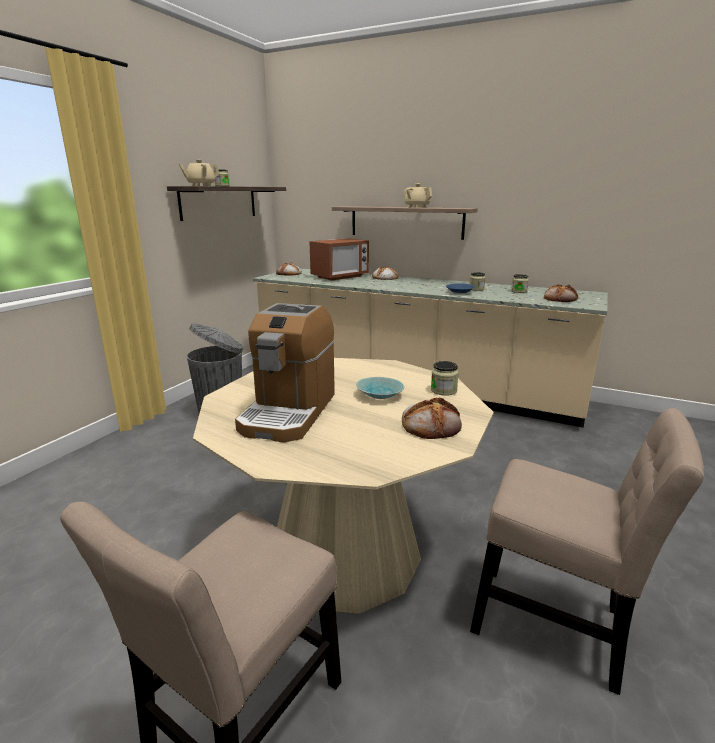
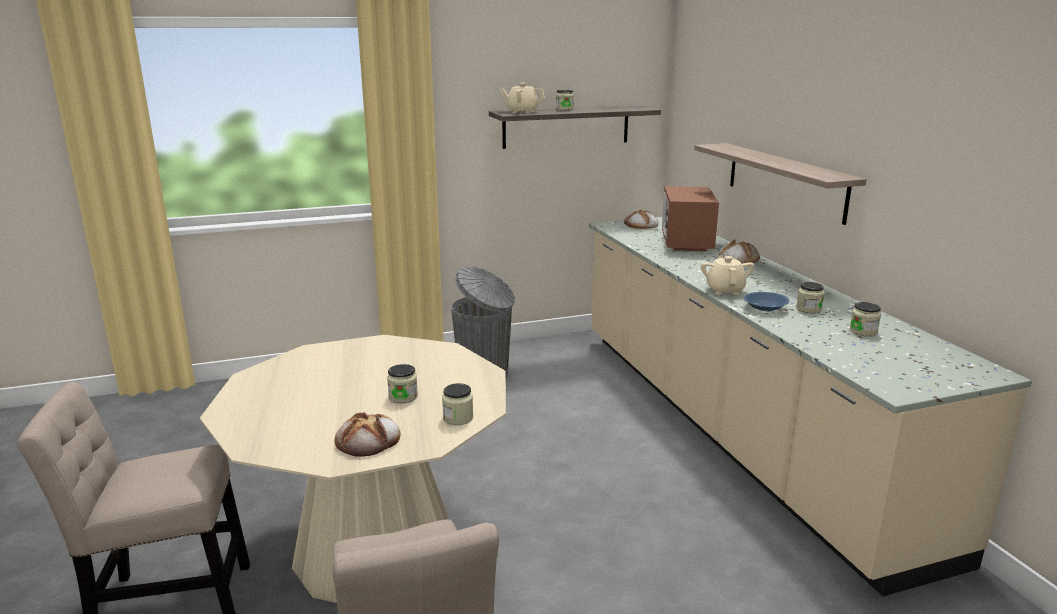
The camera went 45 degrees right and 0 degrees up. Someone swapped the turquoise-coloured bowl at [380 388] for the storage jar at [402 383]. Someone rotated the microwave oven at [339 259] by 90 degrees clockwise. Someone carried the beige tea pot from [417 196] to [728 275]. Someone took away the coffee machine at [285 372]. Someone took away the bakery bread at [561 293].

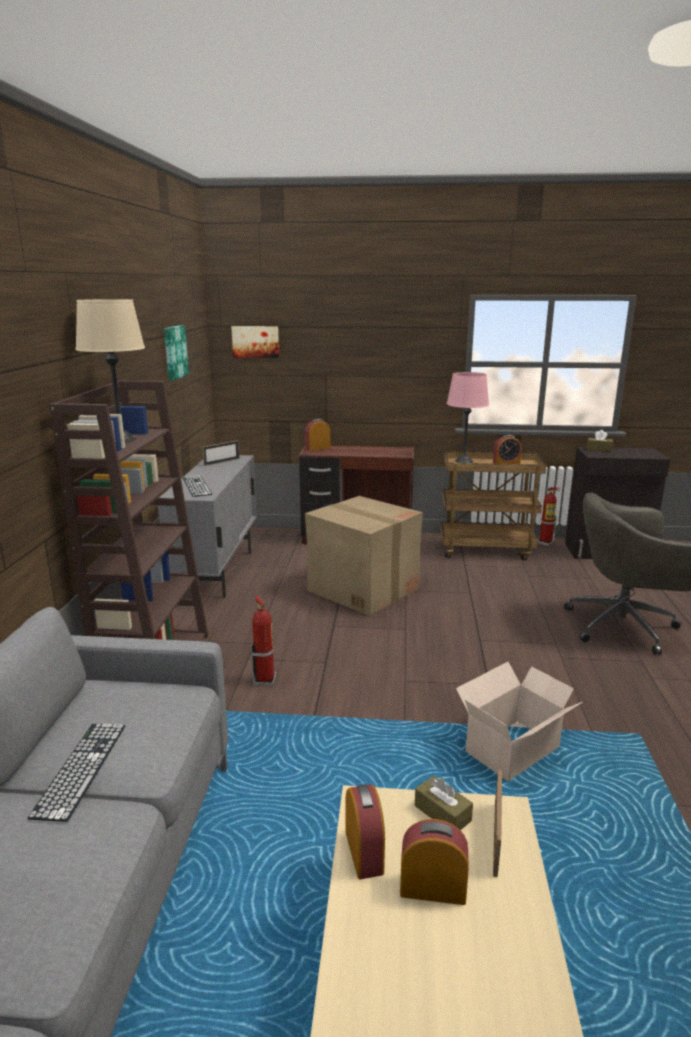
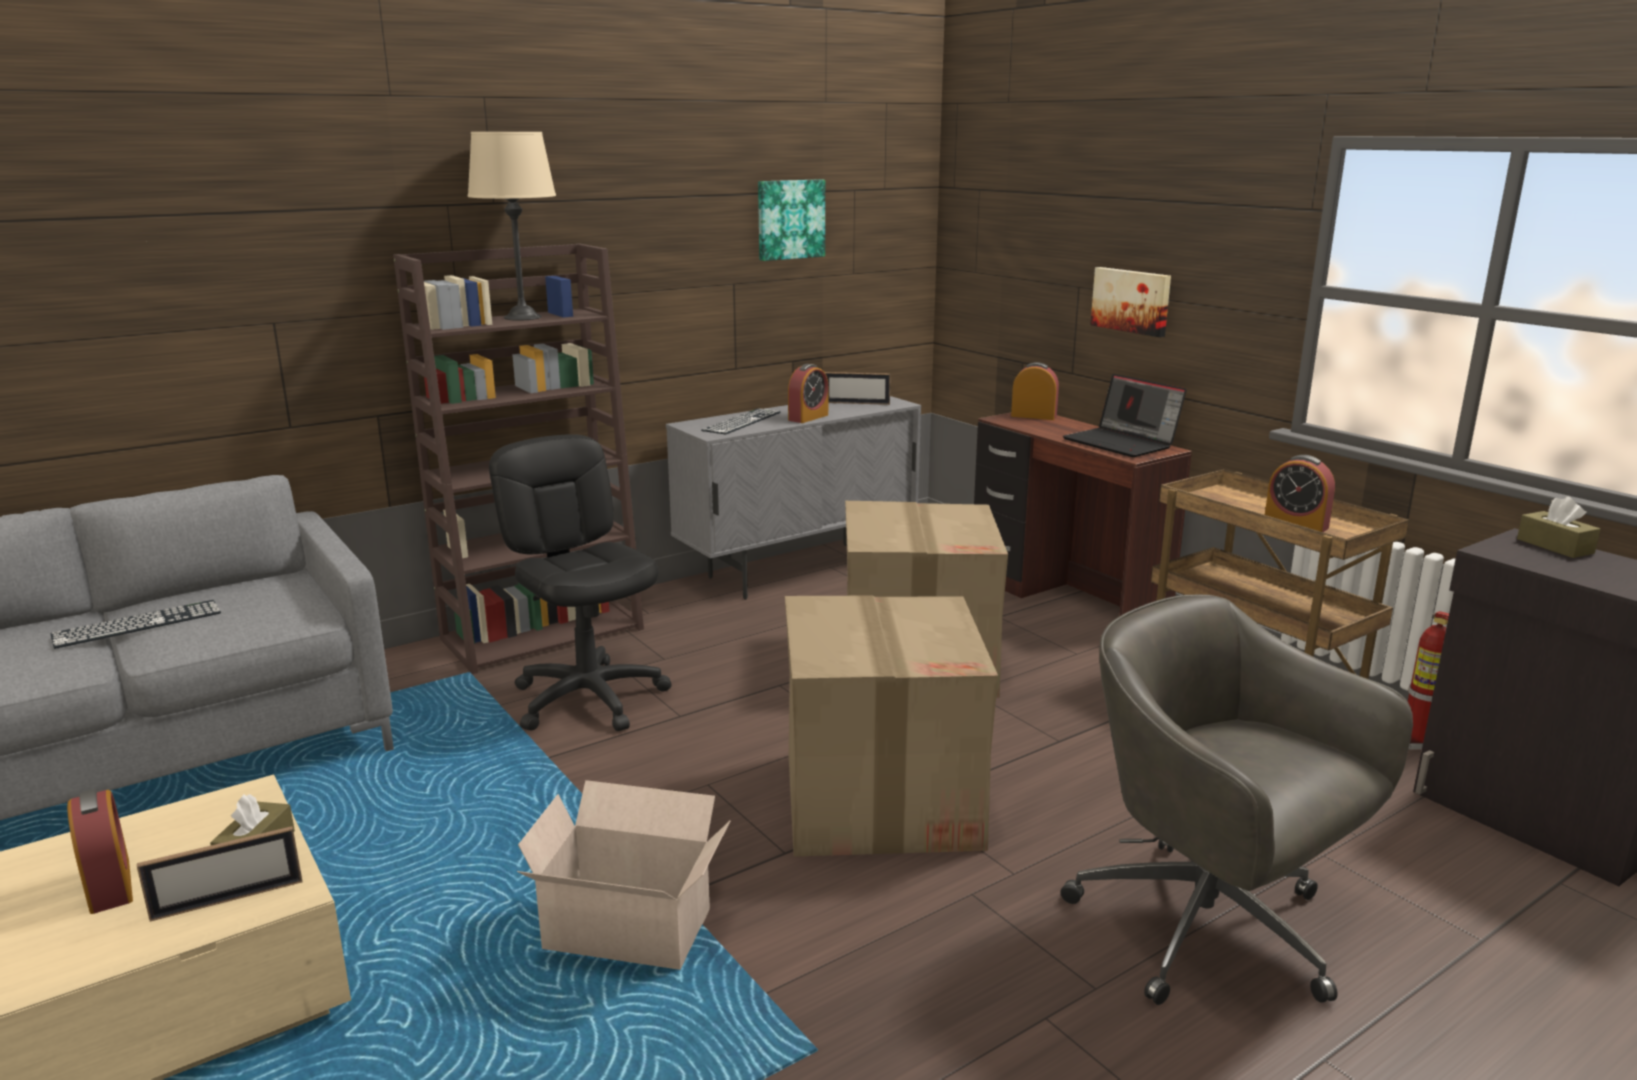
The camera went 50 degrees right and 0 degrees up. Someone swapped the fire extinguisher at [263 641] for the black office chair at [580 582]. Someone put down the packing box at [891 726]. Someone carried the table clock from [365 831] to [808 393]. Someone put down the portable computer at [1125 415]. Someone carried the picture from [255 342] to [1130 302]. Someone took away the pink-coloured tabletop lamp at [468 417].

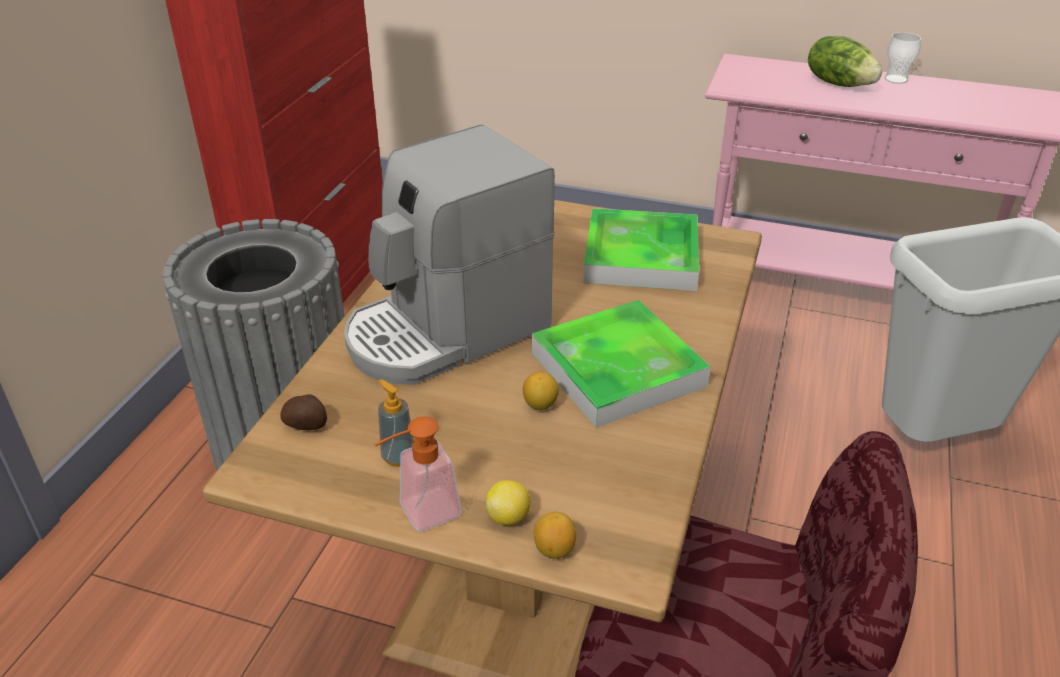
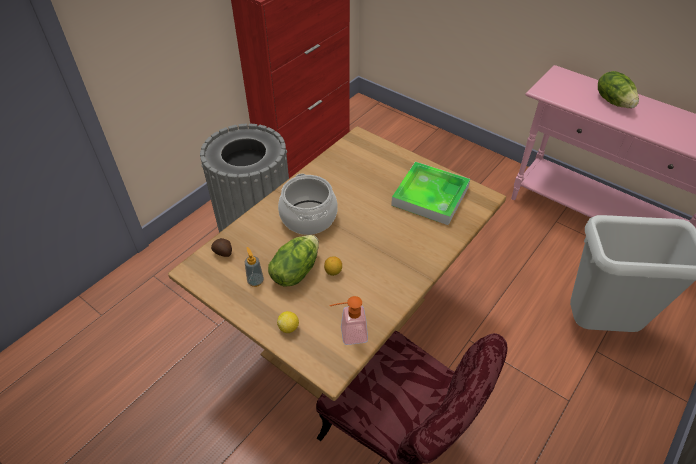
The camera went 20 degrees right and 10 degrees up. Someone put down the lettuce at [293 261]. Someone swapped the coffee machine at [449 255] for the saucepot at [308 204]. Someone carried the soap dispenser from [417 474] to [348 320]. Someone took away the tray at [621 364]. Someone took away the lemon at [555 535]. Someone took away the cup at [903 58].

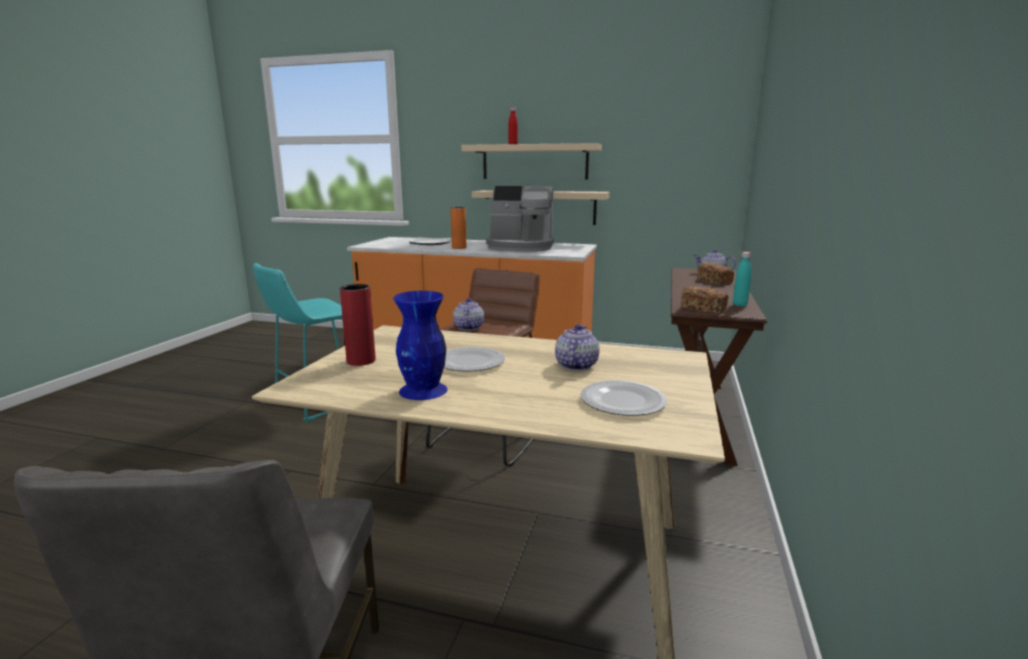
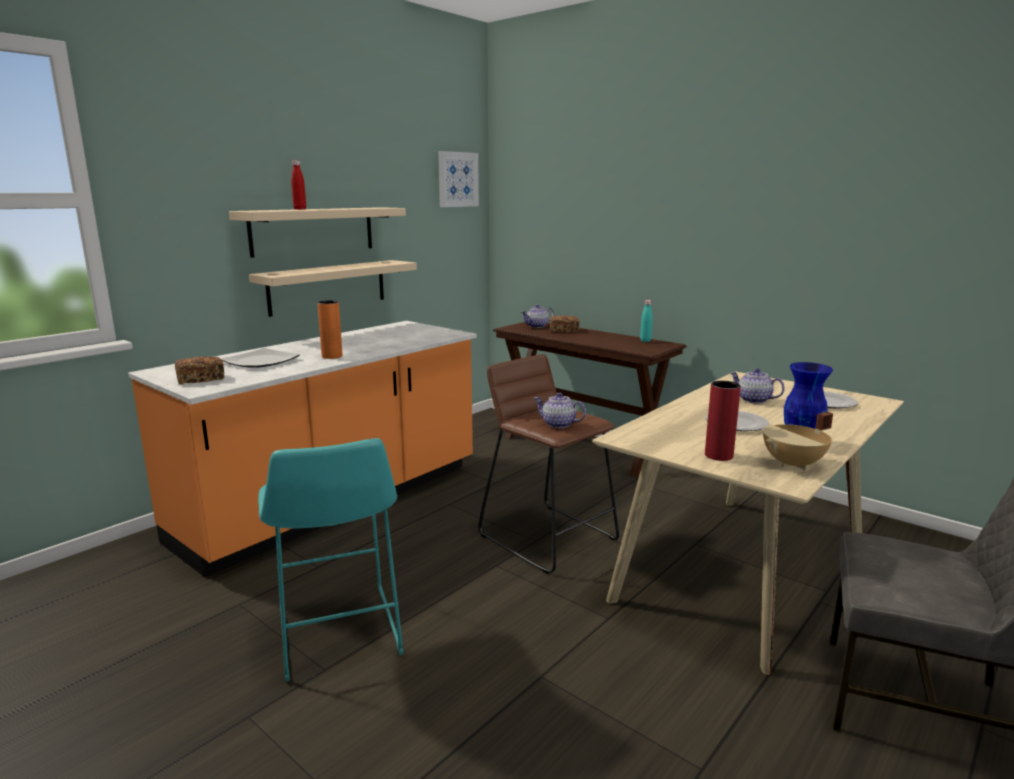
The camera went 65 degrees left and 0 degrees up. Someone carried the bakery bread from [704 299] to [199 370]. Someone put up the picture at [458 179]. Someone put down the beige saucepot at [798 441]. Someone took away the coffee machine at [520 219].

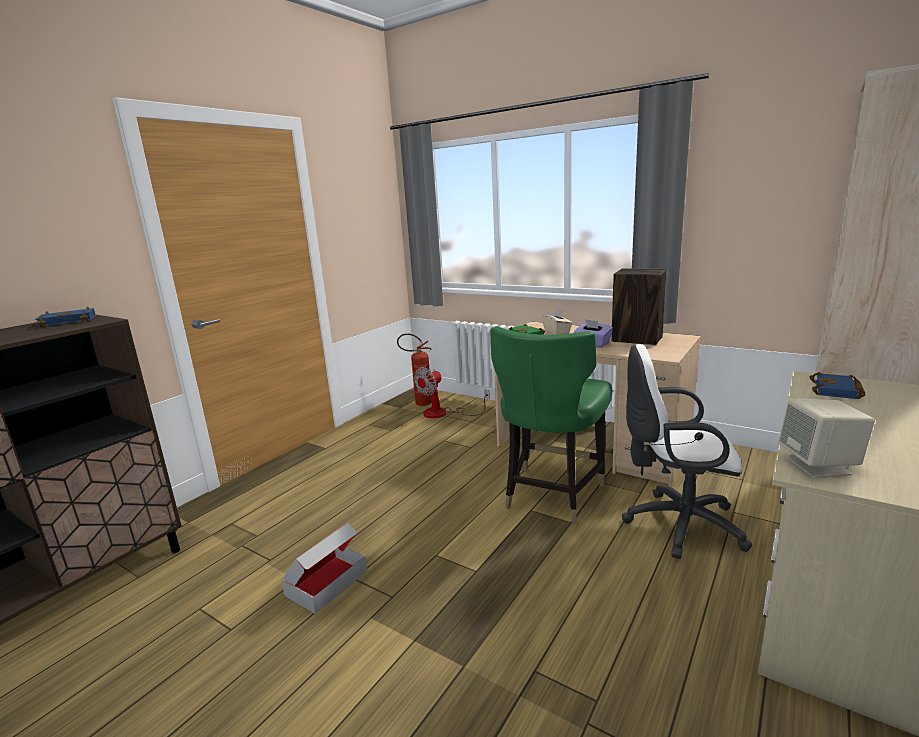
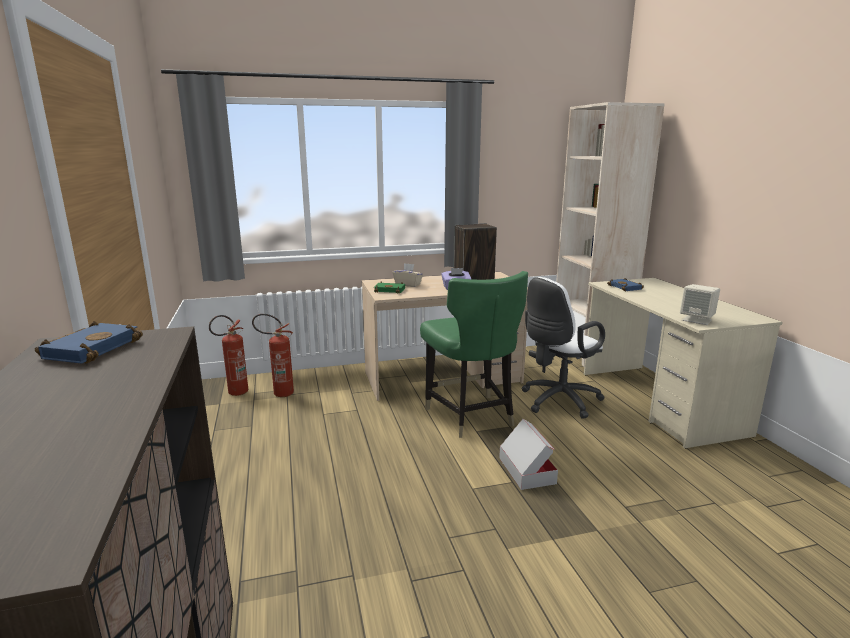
The camera went 50 degrees left and 0 degrees up. Someone swapped the fan at [452 392] for the fire extinguisher at [273 355]. Someone carried the packing box from [324 568] to [528 454].

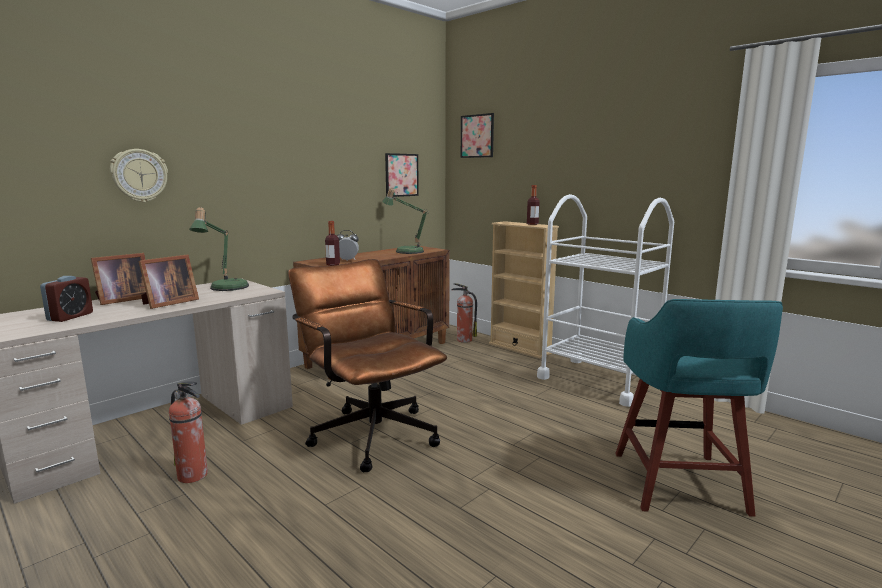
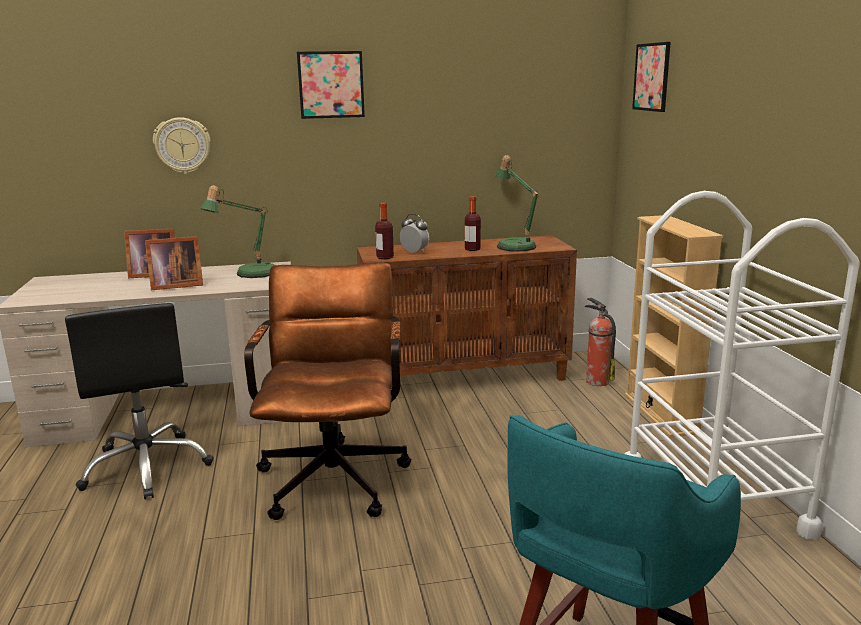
The camera went 35 degrees right and 5 degrees up. Someone swapped the fire extinguisher at [188 432] for the black office chair at [139 401]. Someone carried the picture from [402 175] to [331 85]. Someone carried the beverage bottle from [533 205] to [473 223]. Someone took away the table clock at [66 299].

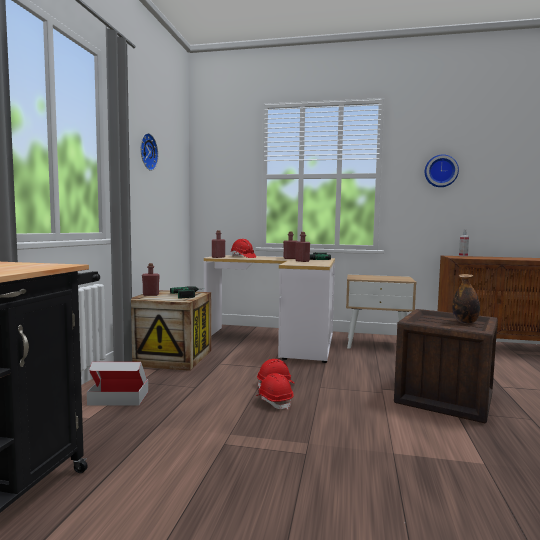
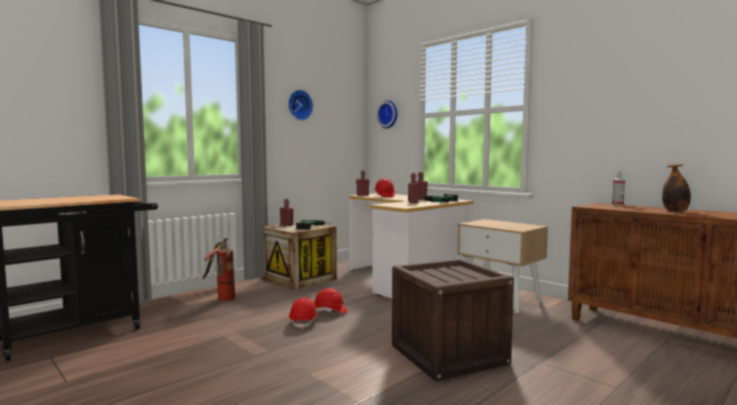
The camera went 35 degrees right and 0 degrees up. Someone swapped the packing box at [117 384] for the fire extinguisher at [218 269]. Someone carried the clock on the wall from [442 170] to [386 114]. Someone carried the beverage bottle from [466 299] to [676 188].

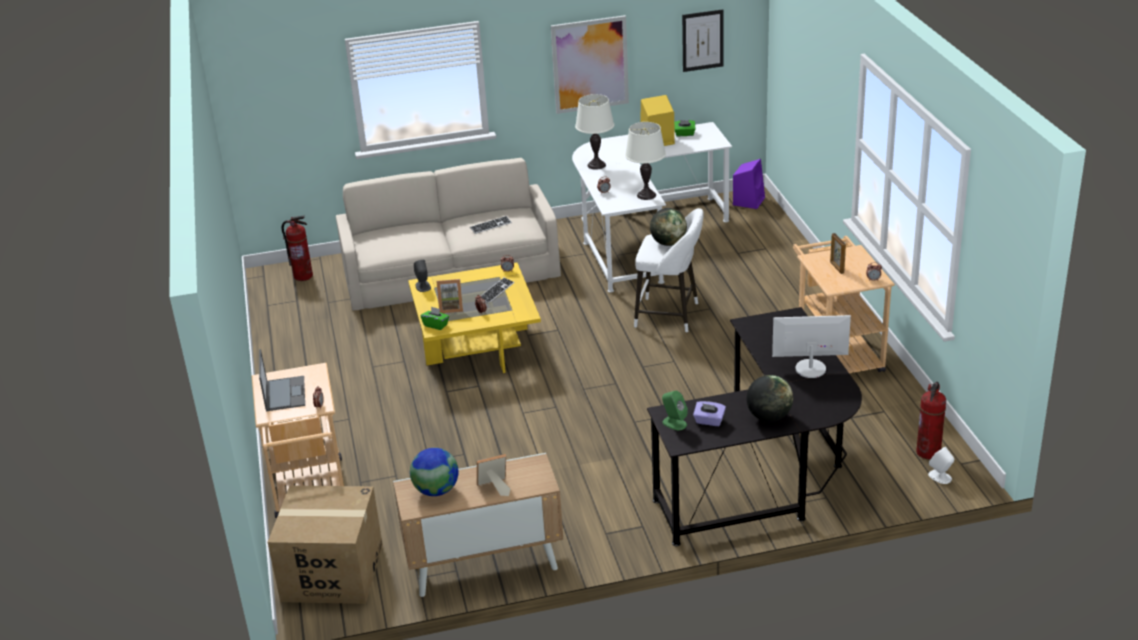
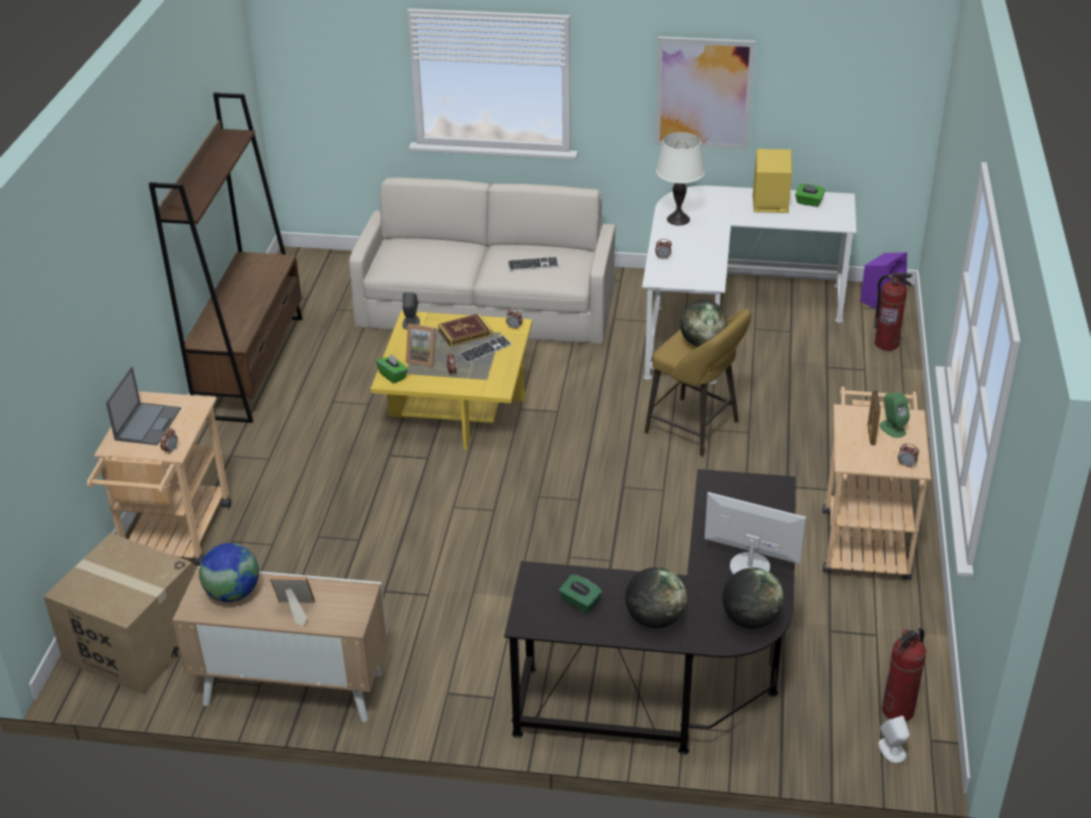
The camera went 20 degrees right and 5 degrees up. Someone put down the brownish bookshelf at [226 257]. Someone put down the bound book at [465 330]. Someone repainted the purplish box of tissues at [709 413], which became the green-coloured box of tissues at [580 593]. Someone repainted the white-coloured stool at [669 270], which became the yellow-coloured stool at [698 383]. Someone put down the globe at [753 598]. Someone carried the fire extinguisher from [297 248] to [893 311]. Someone carried the green-coloured audio speaker from [675 410] to [894 415]. Someone took away the white-coloured tabletop lamp at [645 161]. Someone took away the picture at [703 40].

